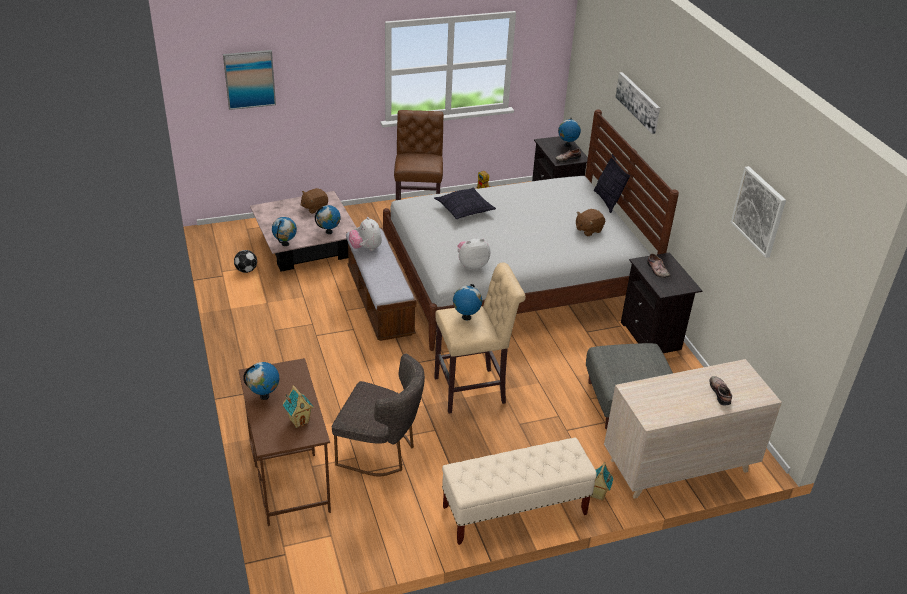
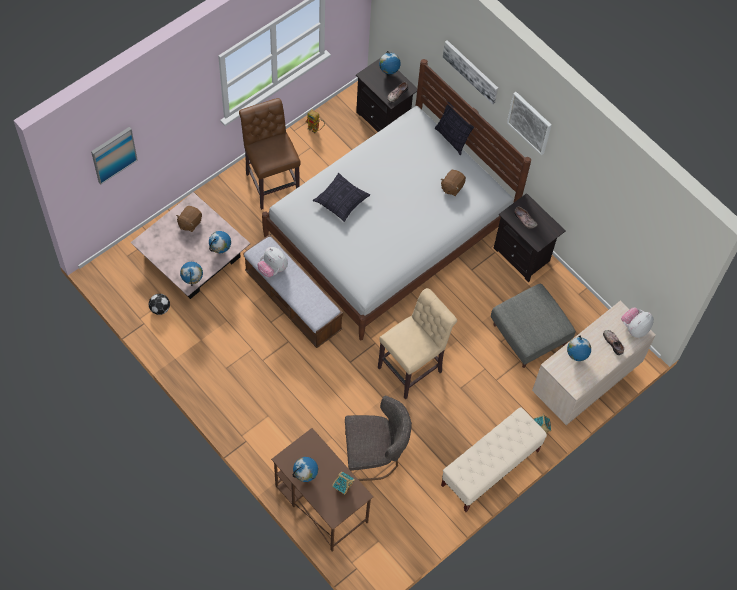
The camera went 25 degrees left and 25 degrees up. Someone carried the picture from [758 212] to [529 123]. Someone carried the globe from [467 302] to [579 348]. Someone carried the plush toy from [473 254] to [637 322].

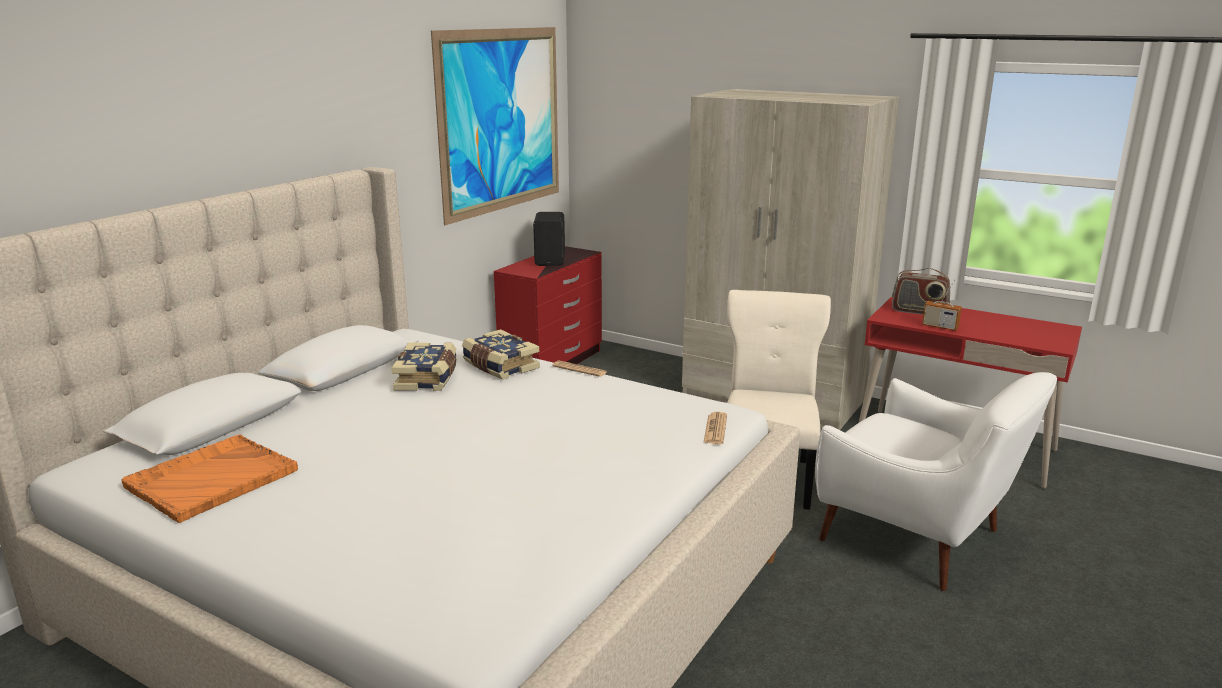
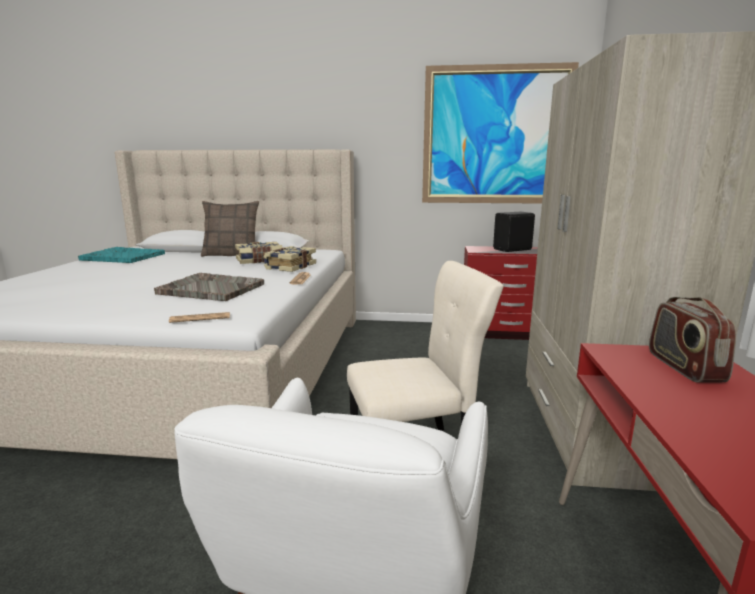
The camera went 65 degrees right and 5 degrees down. Someone repainted the orange tray at [210 478], which became the turquoise-coloured tray at [121 255]. Someone put down the gray tray at [209 287]. Someone put down the pillow at [230 229]. Someone took away the radio at [942 305].

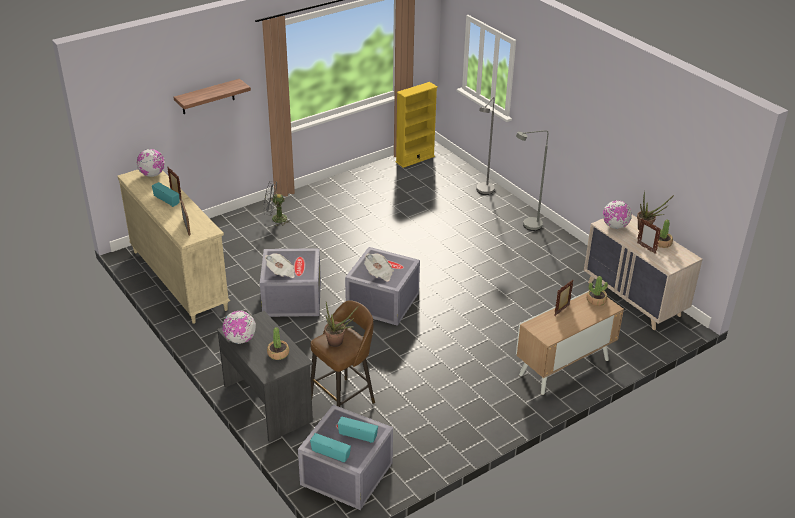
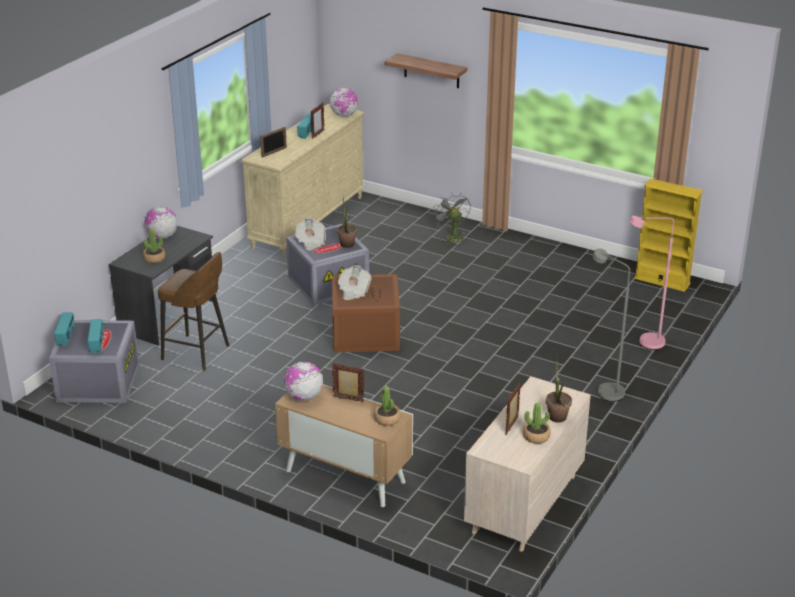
The camera went 65 degrees right and 5 degrees down. Someone carried the globe from [617 214] to [303 381]. Someone repainted the gray storage bin at [382 286], which became the brownish storage bin at [366 313]. Someone carried the houseplant from [341 324] to [347 222]. Someone repainted the gray floor lamp at [485 146], which became the pink-coloured floor lamp at [652 282].

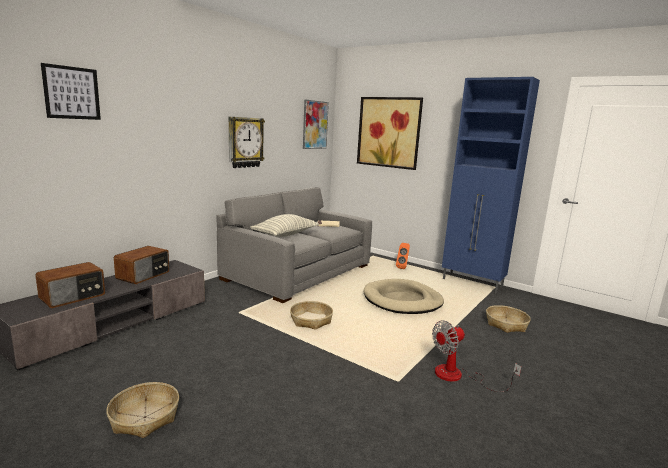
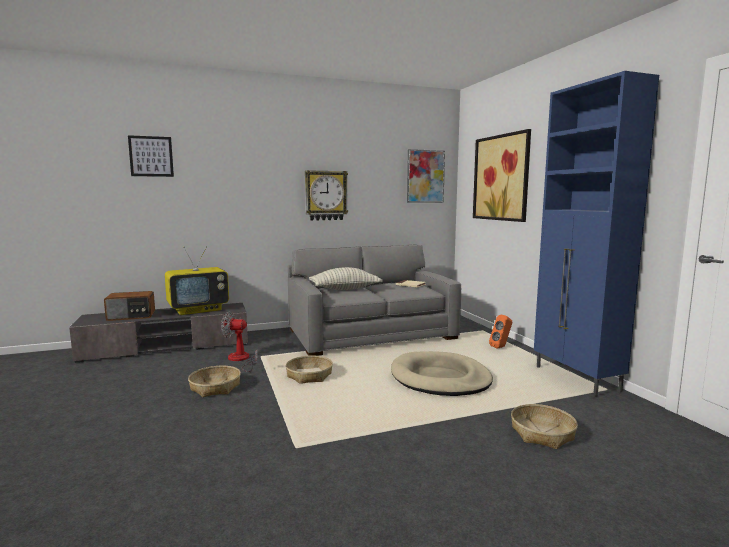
The camera went 35 degrees right and 5 degrees down. Someone swapped the radio at [141 265] for the TV set at [197 280]. Someone carried the household basket from [142 410] to [214 381]. Someone carried the fan from [476 356] to [239 342].

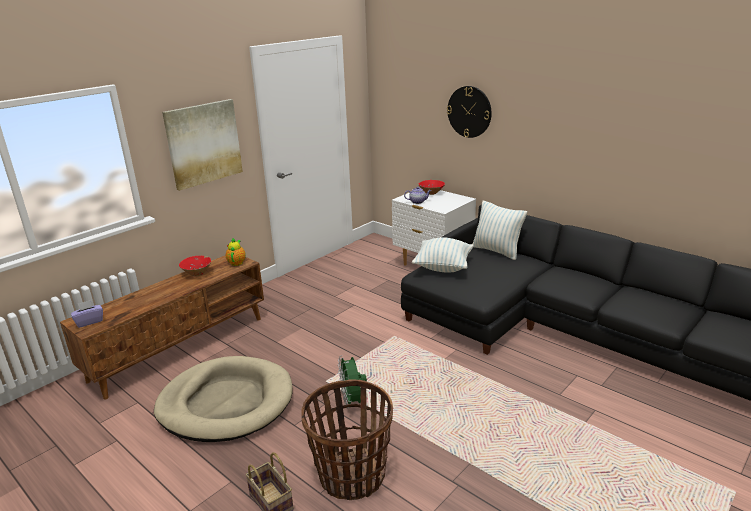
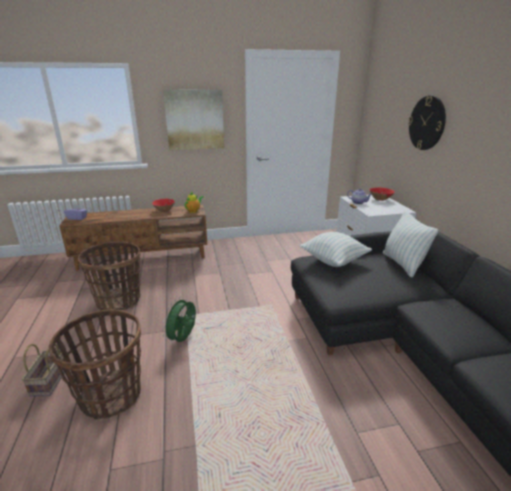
The camera went 35 degrees right and 0 degrees up. Someone swapped the beige pet bed at [223 399] for the household basket at [109 275].

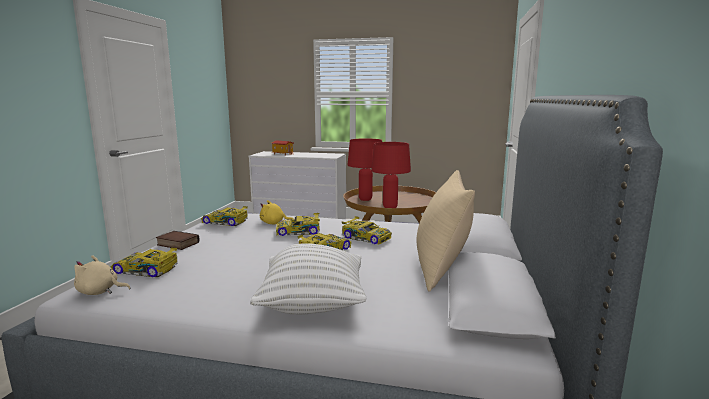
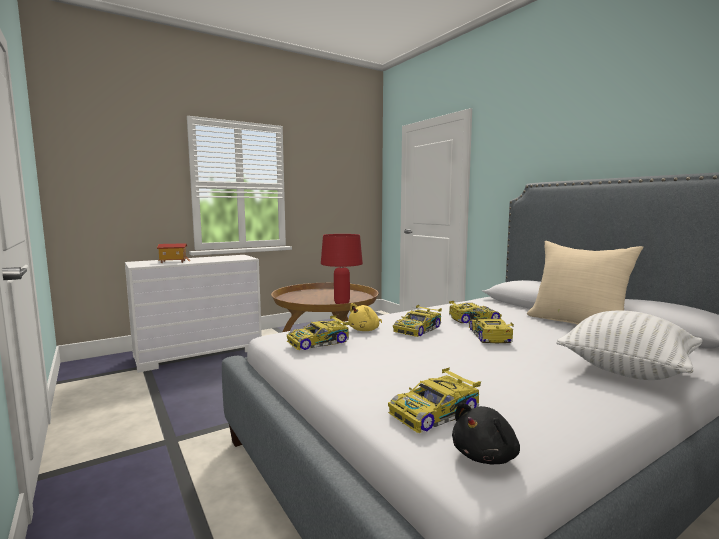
The camera went 45 degrees left and 5 degrees down. Someone repainted the beige plush toy at [102 275], which became the black plush toy at [486 433]. Someone took away the bound book at [178 240]. Someone took away the red tabletop lamp at [365 169].

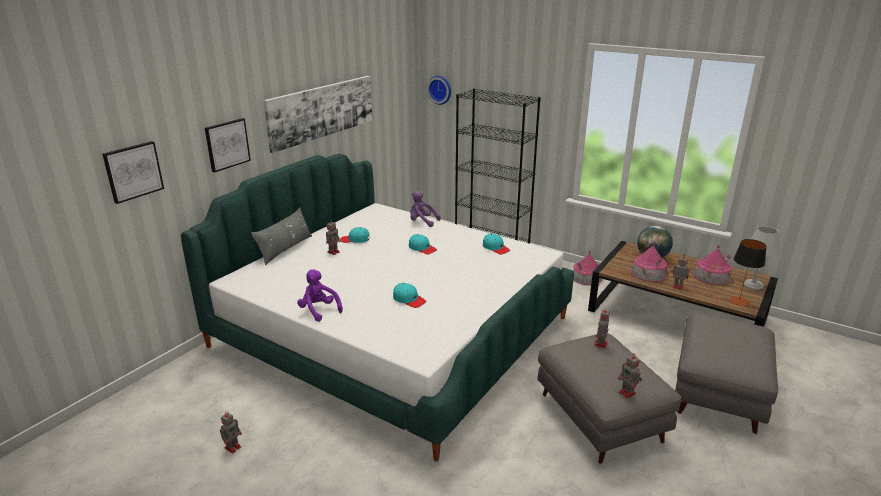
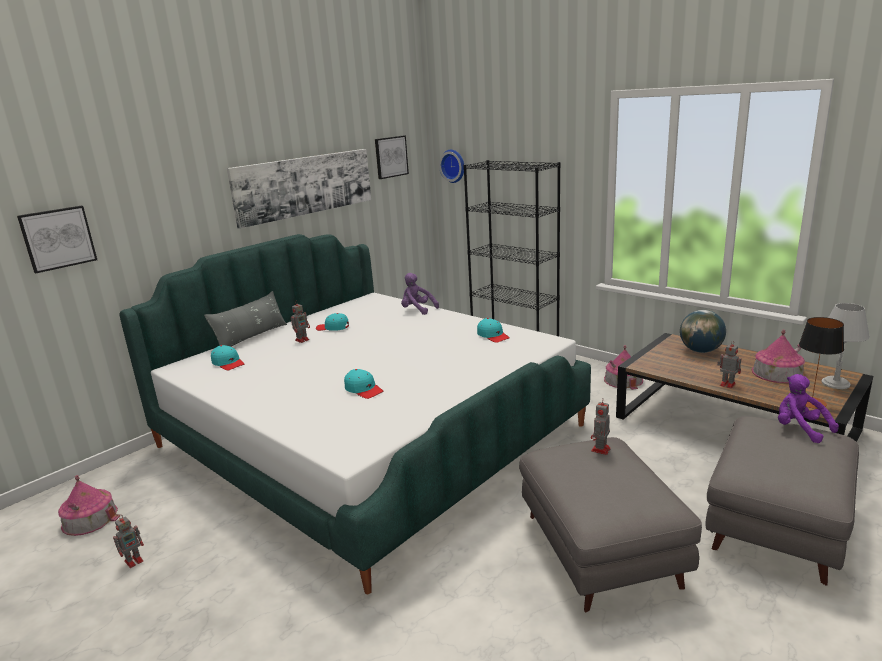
The camera went 10 degrees right and 5 degrees down. Someone carried the model house from [649 261] to [89 505]. Someone carried the turquoise-coloured cap from [423 244] to [227 357]. Someone carried the picture from [228 145] to [392 157]. Someone carried the purplish plush toy from [320 295] to [808 408]. Someone took away the model robot at [630 376].

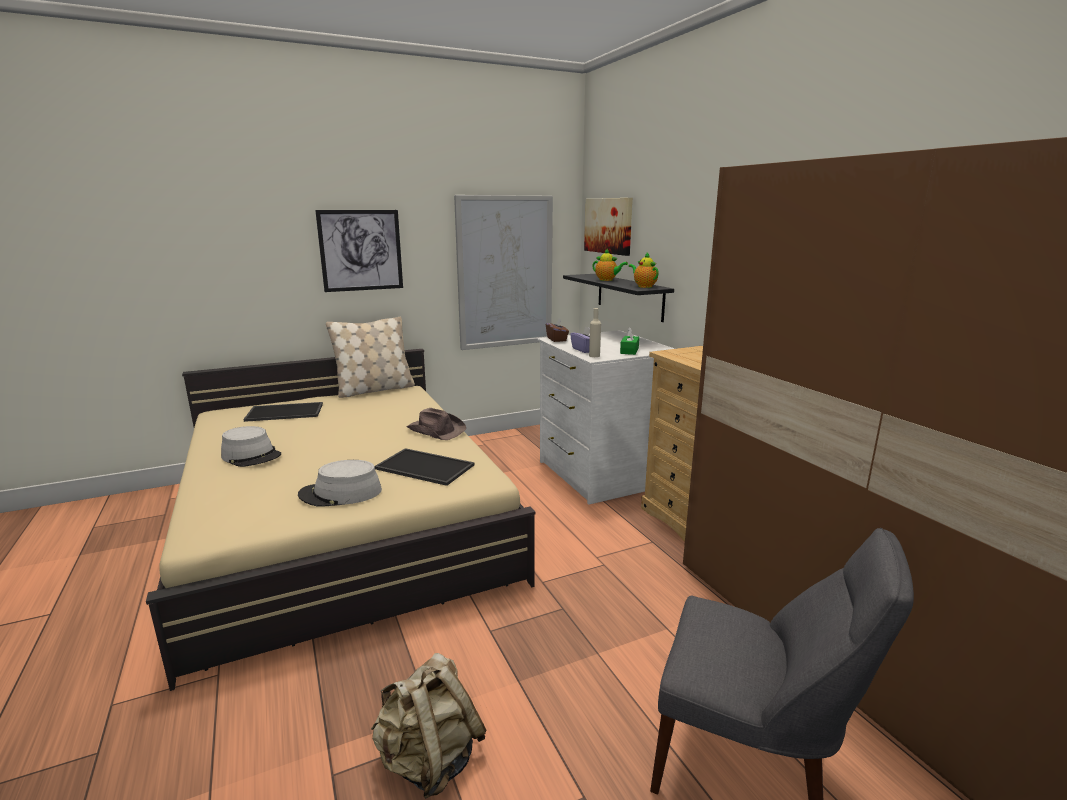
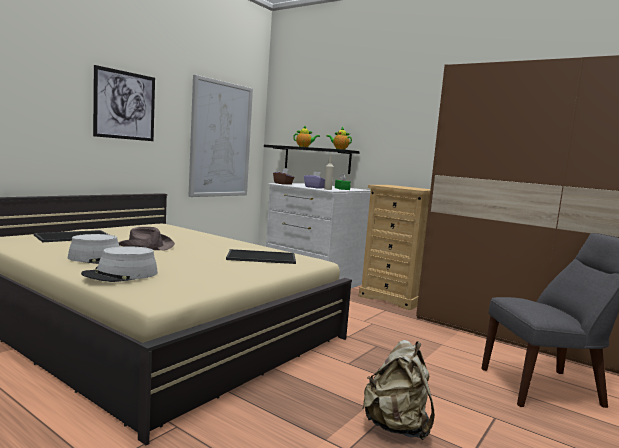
The camera went 30 degrees left and 10 degrees down. Someone carried the gray wearable hat from [340 483] to [119 264]. Someone carried the brownish wearable hat from [436 424] to [146 239]. Someone took away the beige pillow at [370 357]. Someone took away the picture at [608 227].

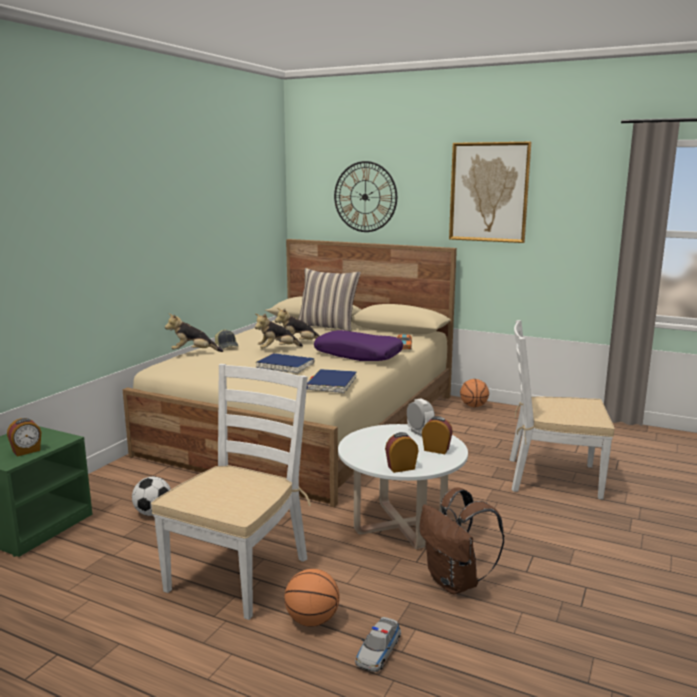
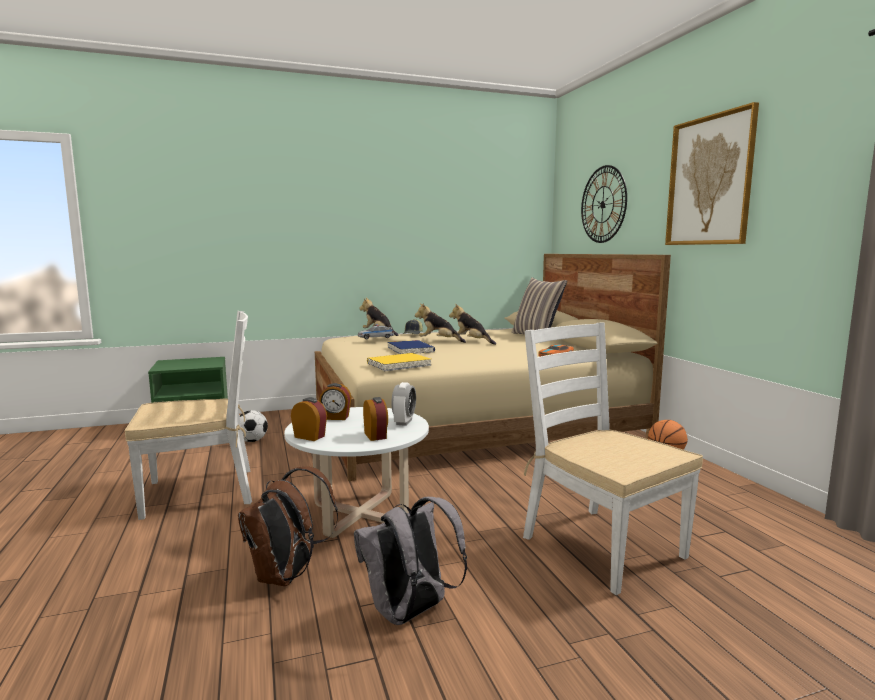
The camera went 45 degrees right and 5 degrees down. Someone carried the table clock from [24 437] to [335 401]. Someone put down the gray knapsack at [410 561]. Someone carried the miniature car from [378 644] to [376 332]. Someone repainted the blue-coloured bound book at [332 381], which became the yellow-coloured bound book at [399 362]. Someone took away the basketball ball at [312 598]. Someone took away the purplish pillow at [358 345].

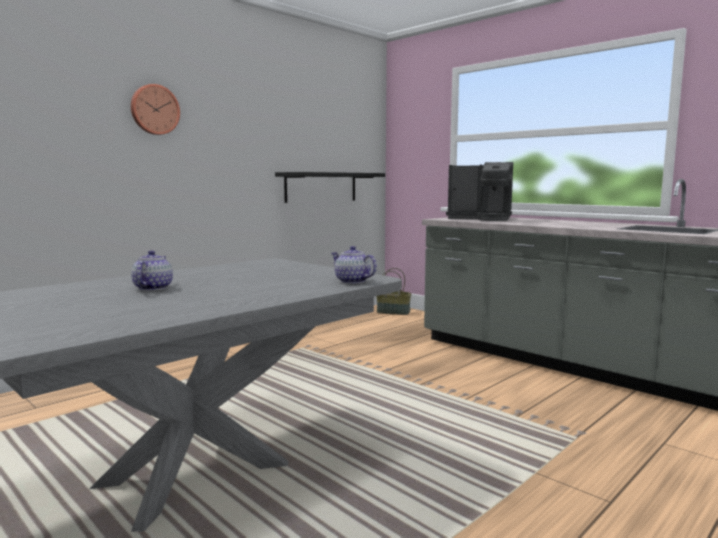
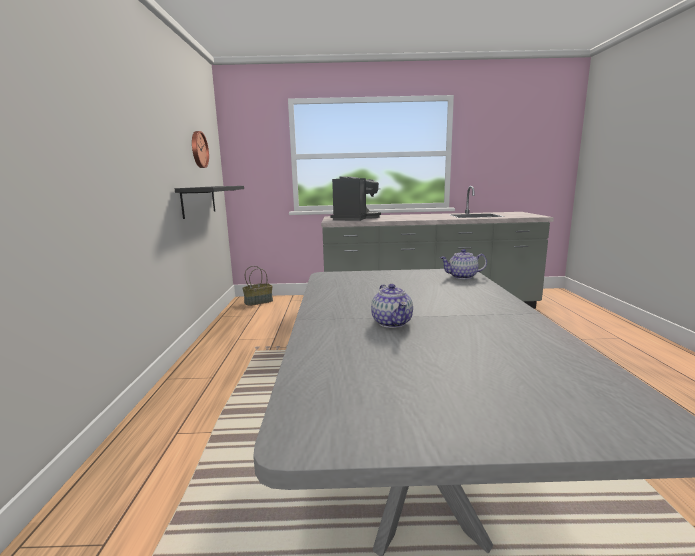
The camera went 45 degrees left and 5 degrees up. Someone carried the clock on the wall from [155 109] to [200 149]. Someone rotated the coffee machine at [479 191] by 45 degrees counterclockwise. Someone rotated the tea pot at [152 270] by 150 degrees counterclockwise.

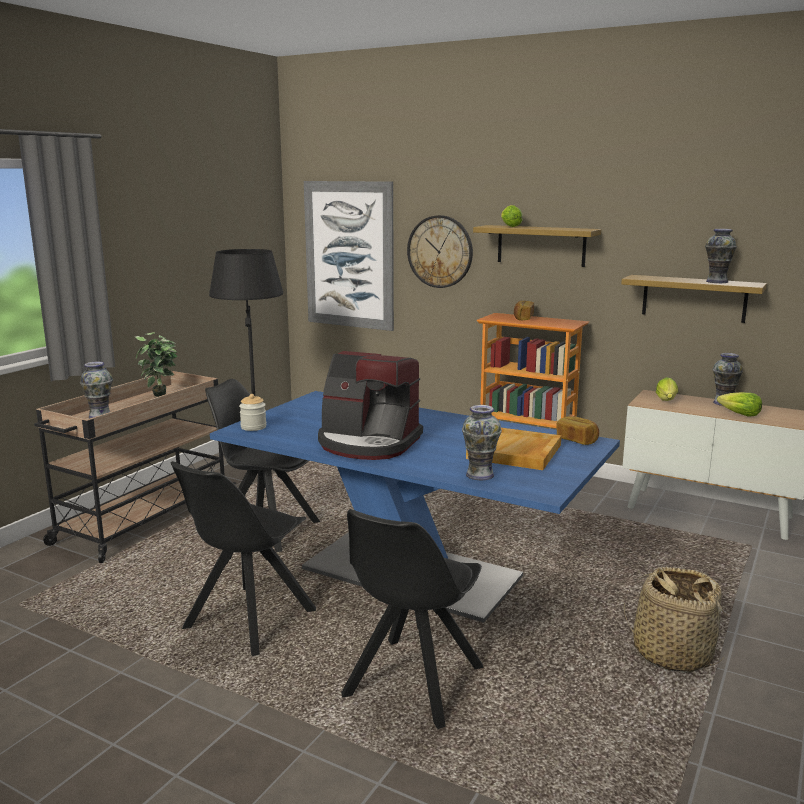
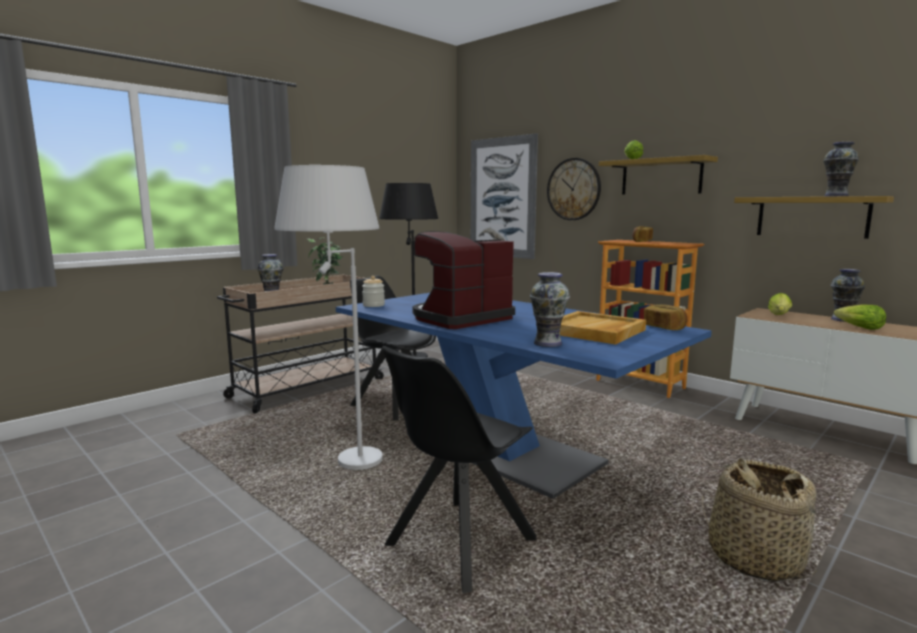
The camera went 15 degrees right and 5 degrees down. Someone swapped the black upright chair at [243 558] for the white-coloured floor lamp at [328 317]. Someone rotated the coffee machine at [370 405] by 105 degrees clockwise.

